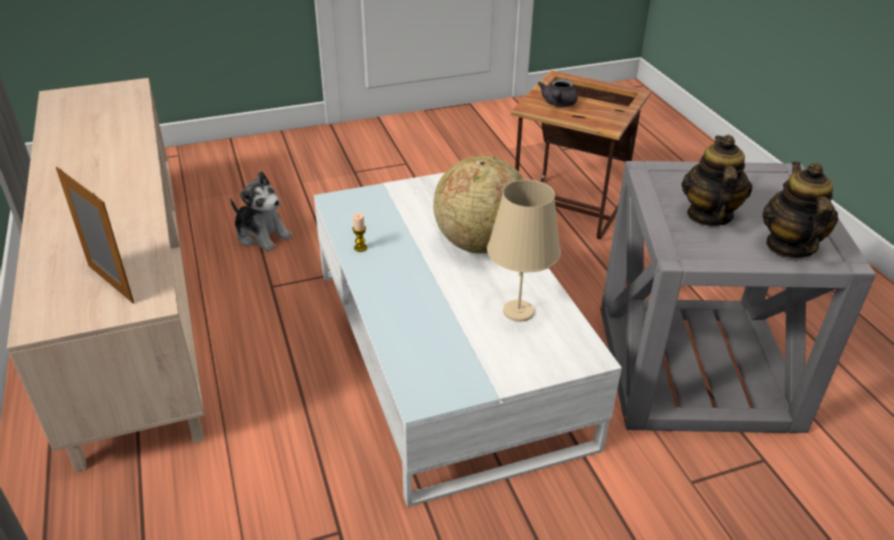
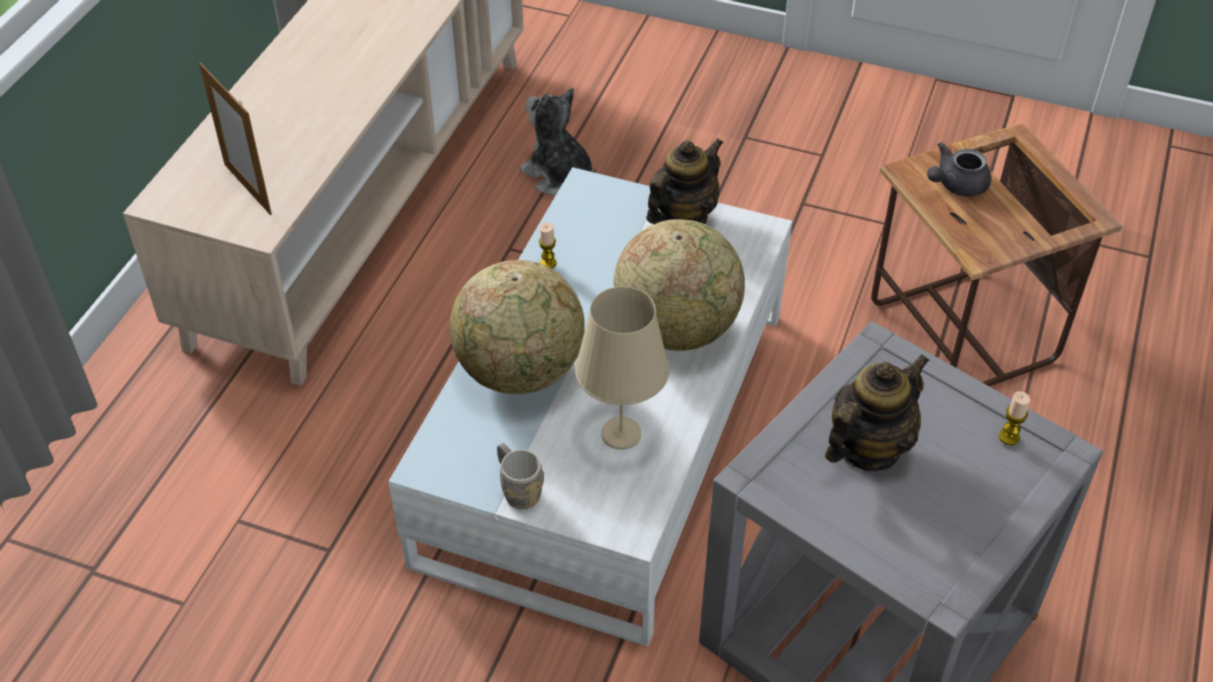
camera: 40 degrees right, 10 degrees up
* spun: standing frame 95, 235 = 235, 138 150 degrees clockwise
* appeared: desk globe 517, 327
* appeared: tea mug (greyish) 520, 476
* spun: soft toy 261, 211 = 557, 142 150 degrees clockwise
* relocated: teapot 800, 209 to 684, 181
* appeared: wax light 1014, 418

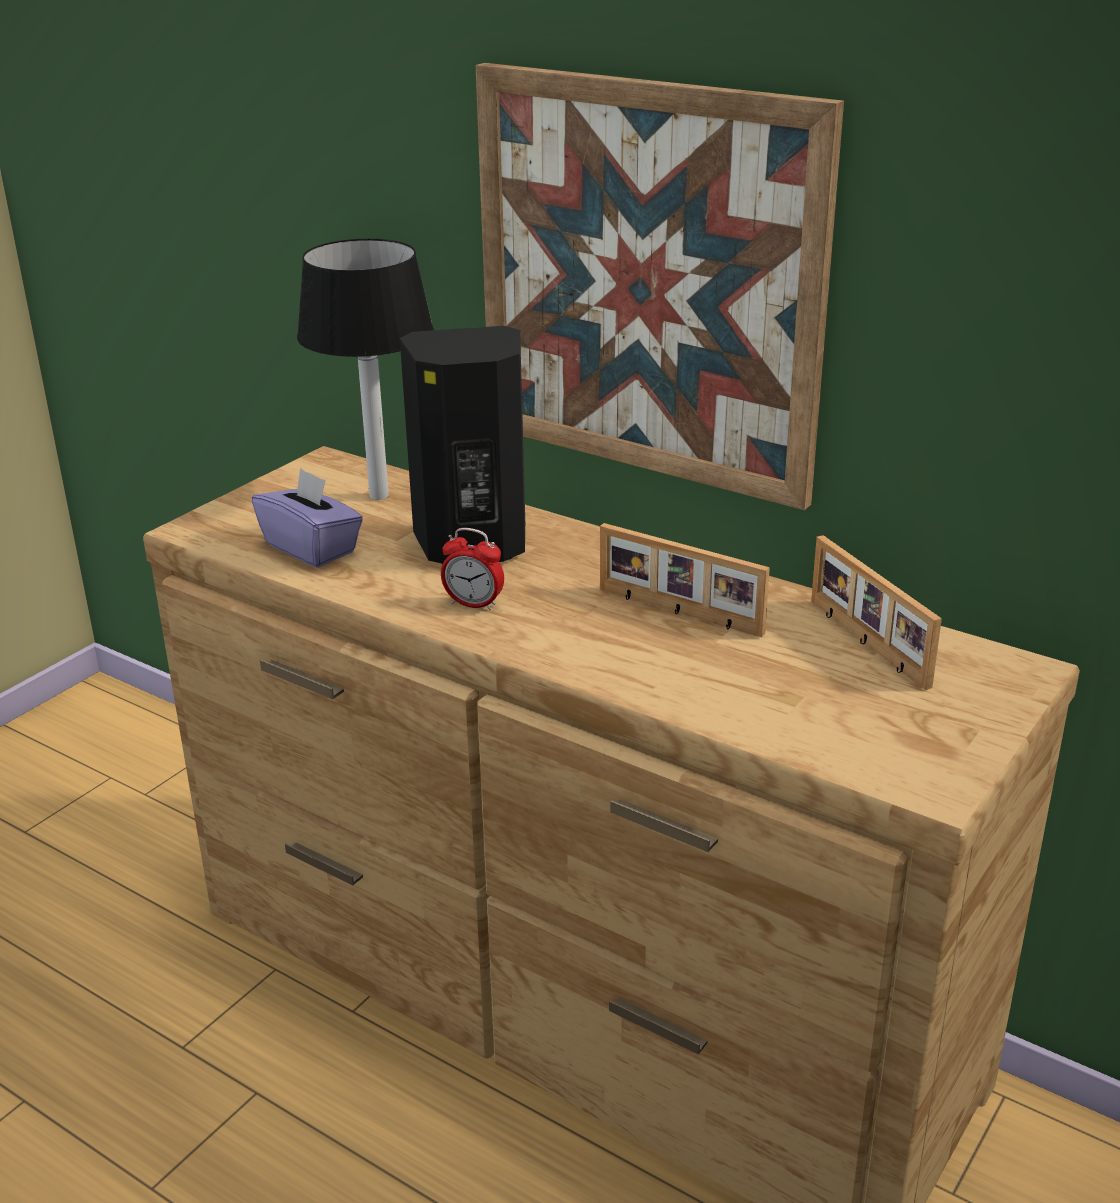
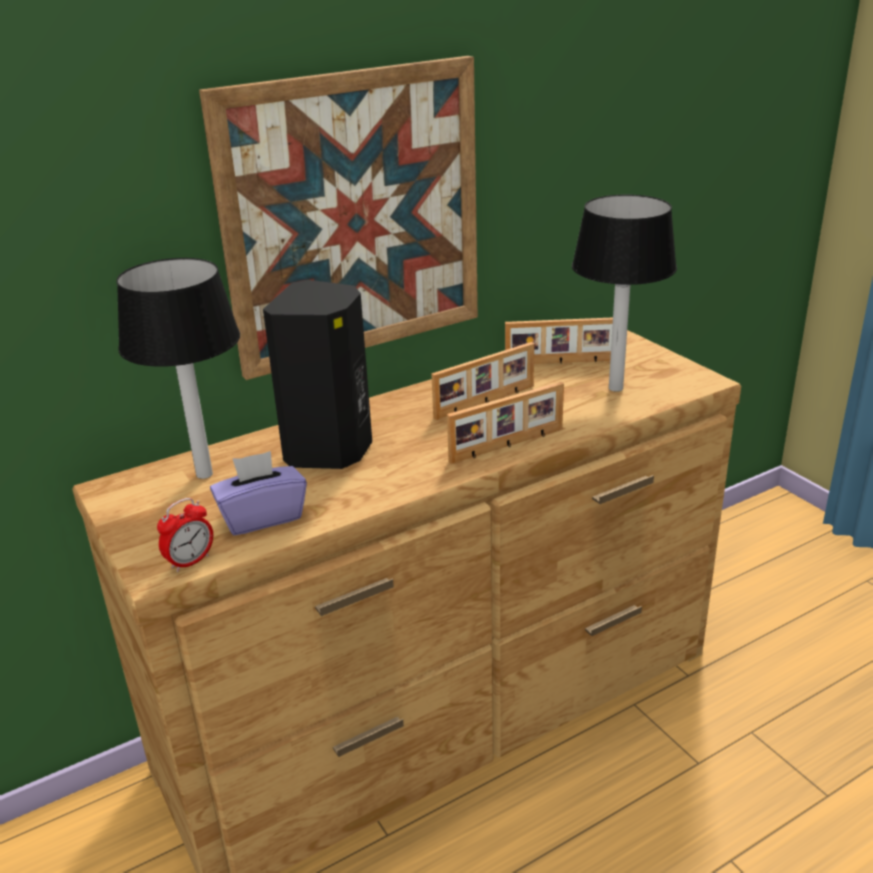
camera: 65 degrees left, 0 degrees up
* relocated: bedside clock 472, 569 to 185, 535
* appeared: standing frame 505, 423
* appeared: lamp for a table 624, 293

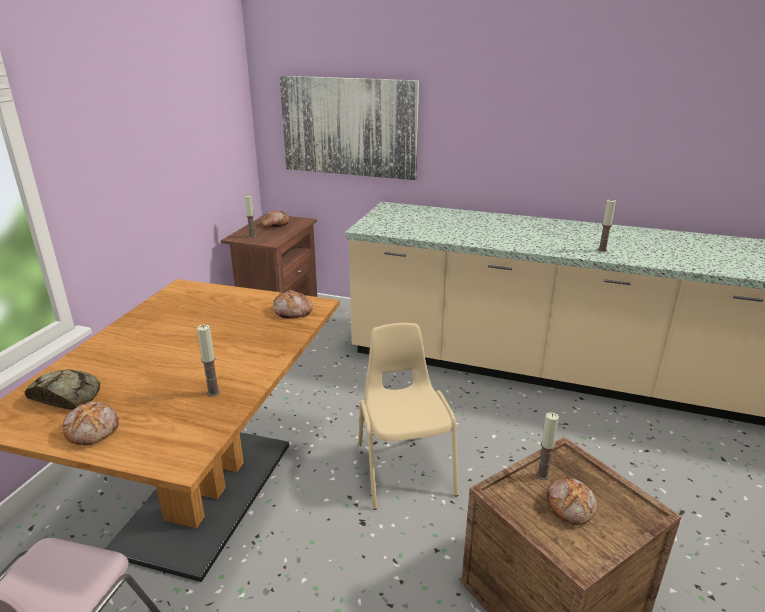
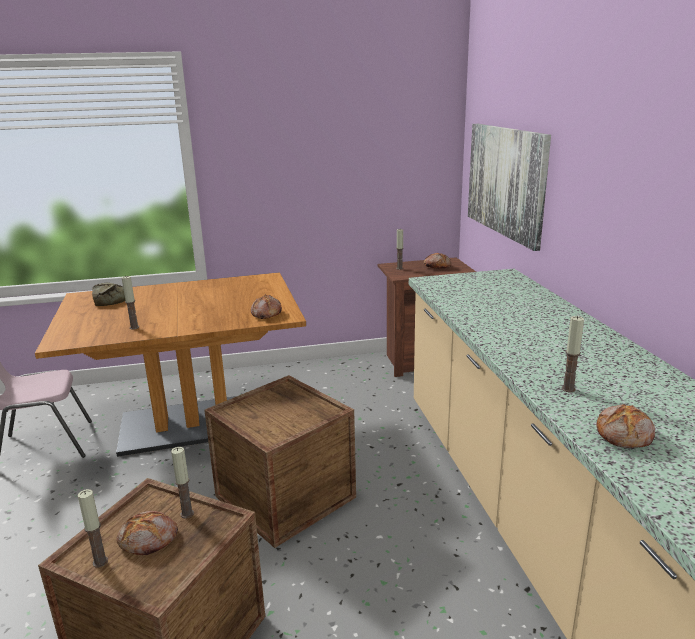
camera: 60 degrees right, 5 degrees down
* appeared: wax light 92, 528
* exchanged: upright chair (sand-coloured) 408, 416 to packing crate 280, 461
* relocated: bread 90, 424 to 625, 426

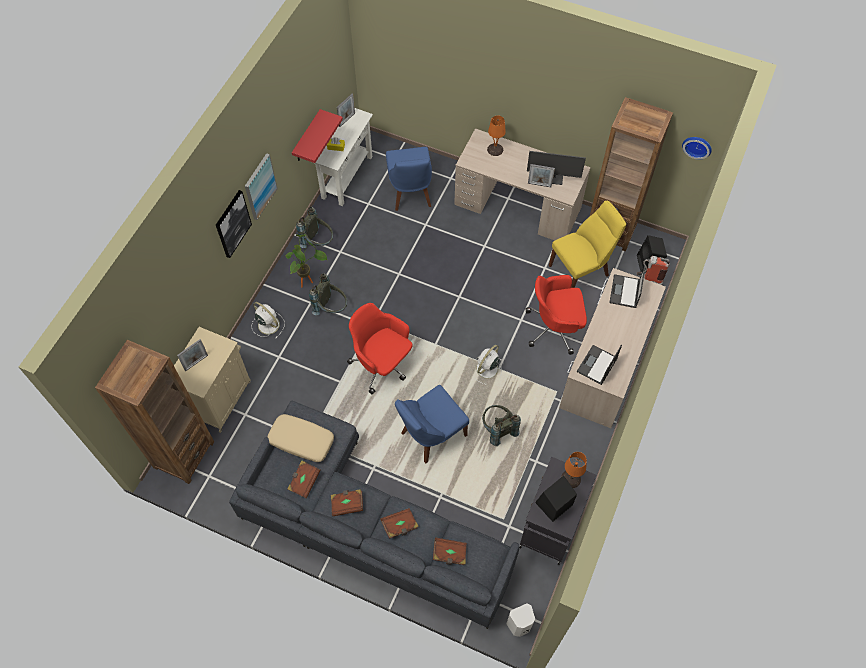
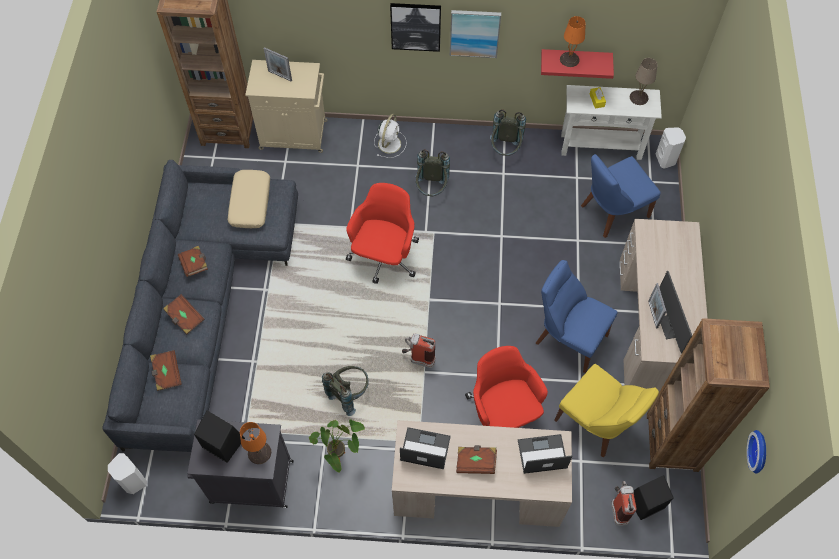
camera: 70 degrees right, 0 degrees up
* relocated: plant in a pot 306, 260 to 337, 446
* exchanged: fan (white-coloured) 489, 364 to extinguisher 419, 351
* relocated: book (brown-coloured) 303, 480 to 476, 459
* relocated: upright chair (blue) 432, 424 to 576, 316
* relocated: lamp for a table (orangey) 496, 135 to 573, 41
* exchanged: standing frame 346, 110 to lamp for a table (sand-coloured) 644, 81
* appeared: speaker (white-coloured) 671, 148

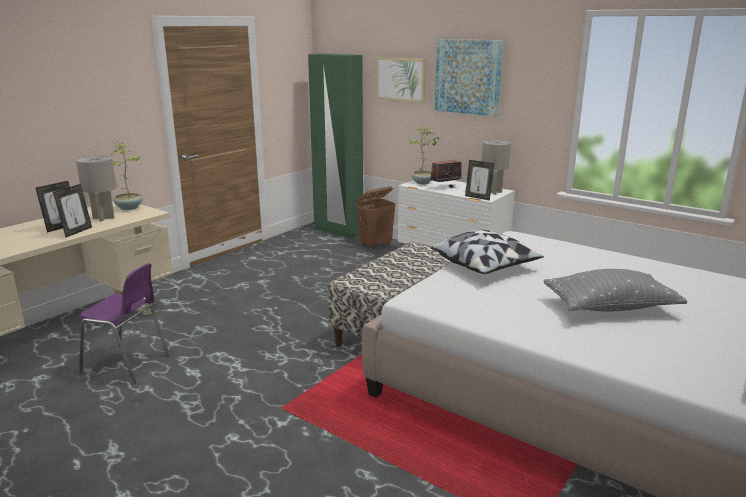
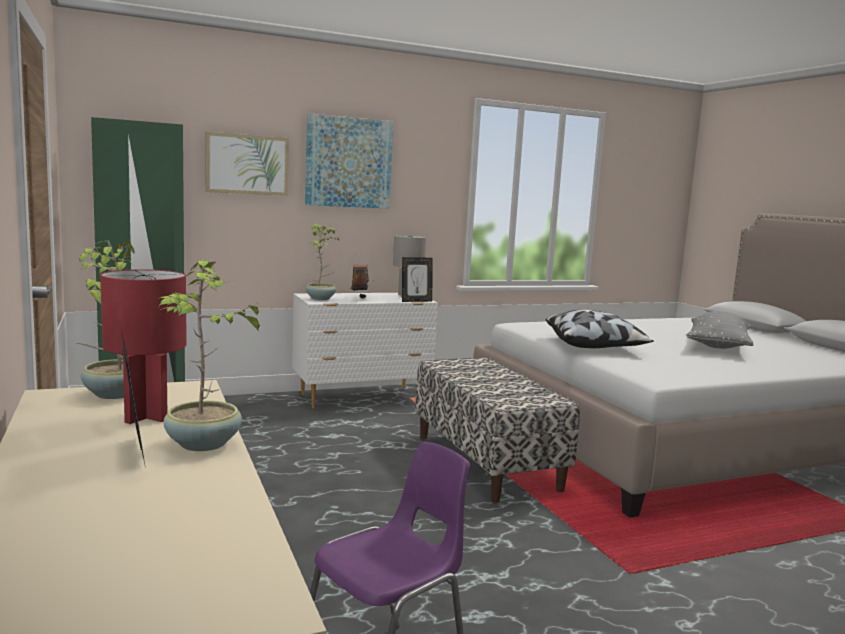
camera: 60 degrees left, 10 degrees down
* colour: lamp for a table (greyish) 96, 188 to lamp for a table (red) 143, 346
* exchanged: standing frame 72, 210 to plant in a pot 214, 355
* missing: washing basket (brown-coloured) 376, 217

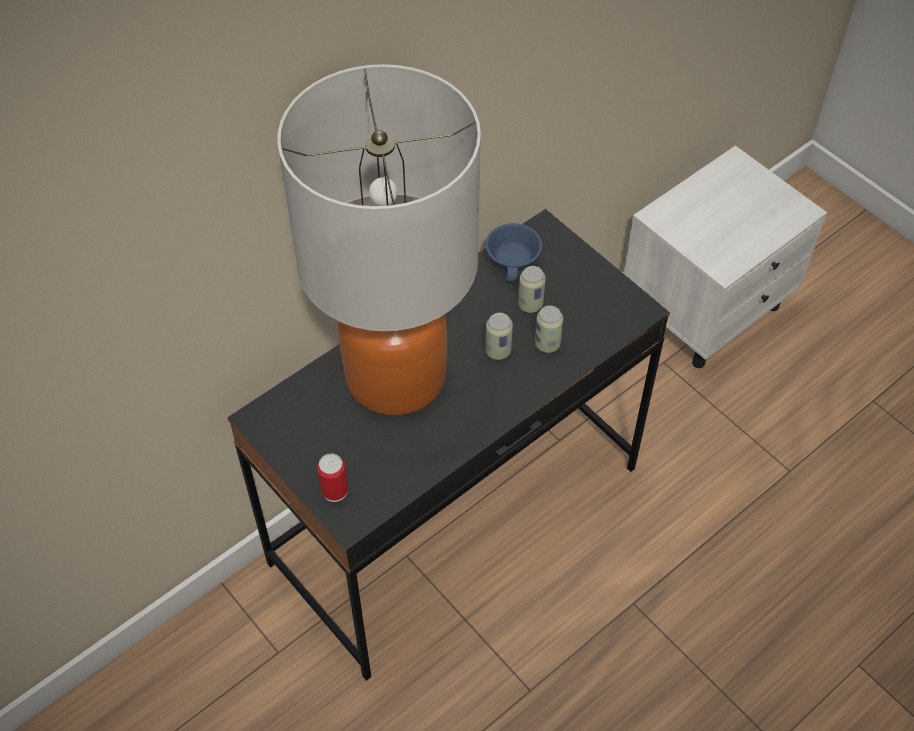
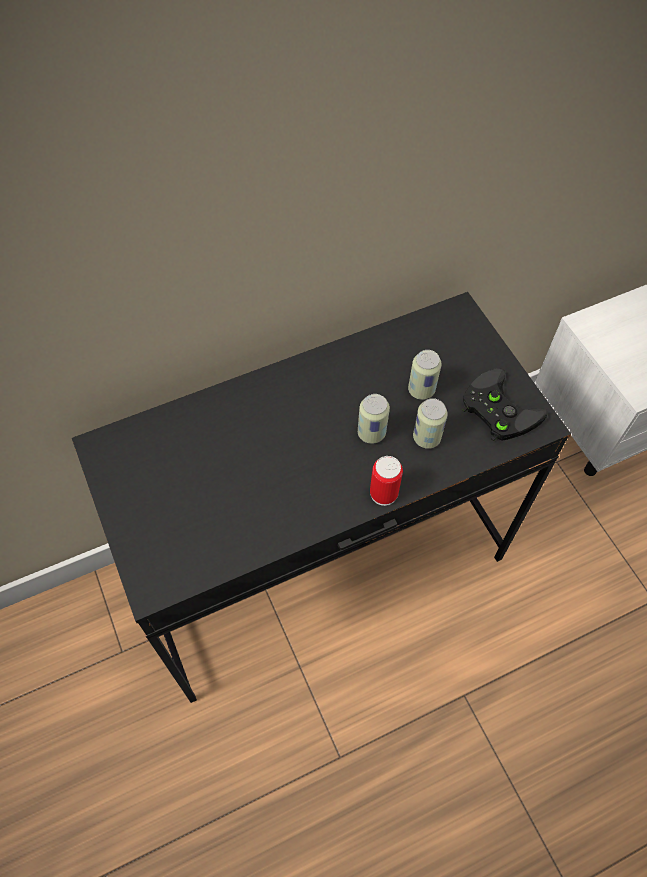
camera: 15 degrees right, 5 degrees up
* relocated: sealed can 332, 478 to 386, 481
* appeared: gamepad (blackish) 505, 404
* missing: lamp for a table 379, 239
* missing: small cup (blue) 513, 252

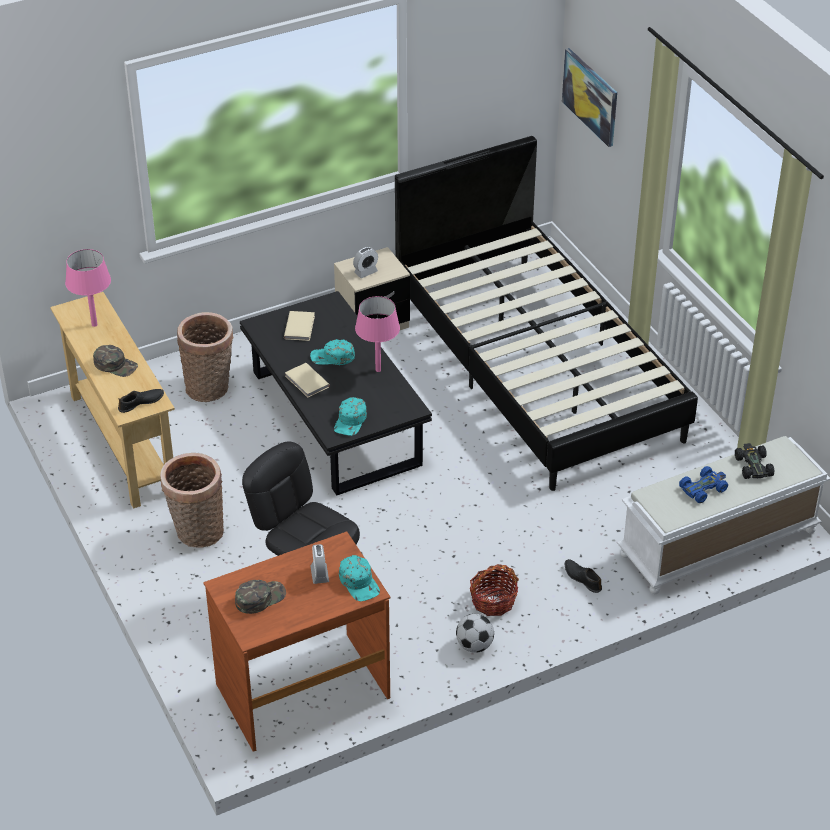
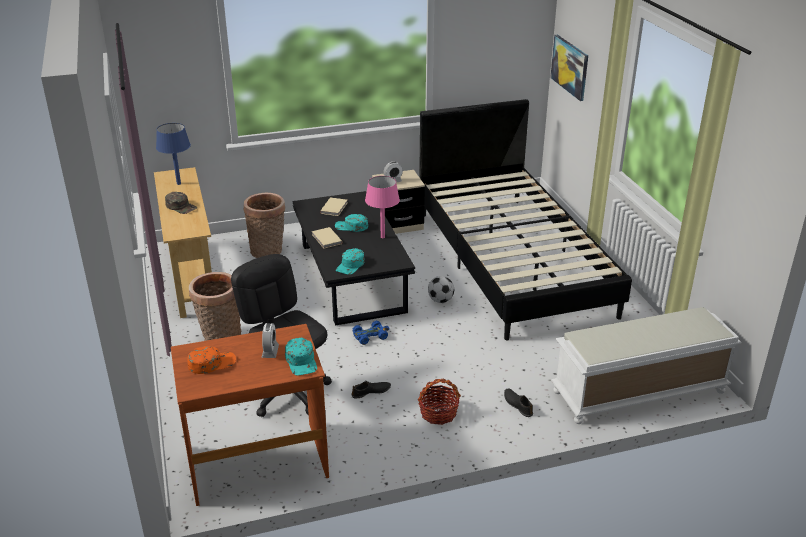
camera: 10 degrees right, 10 degrees down
* colour: lamp for a table (pink-coloured) 88, 288 to lamp for a table (blue) 173, 154
* colour: baseball cap (green) 260, 597 to baseball cap (orangey) 211, 360
* relocated: low shoe (blackish) 141, 401 to 371, 390
* relocated: miniature car (blue) 703, 484 to 371, 333
* relocated: football ball 475, 633 to 441, 289
* missing: miniature car (blackish) 754, 461

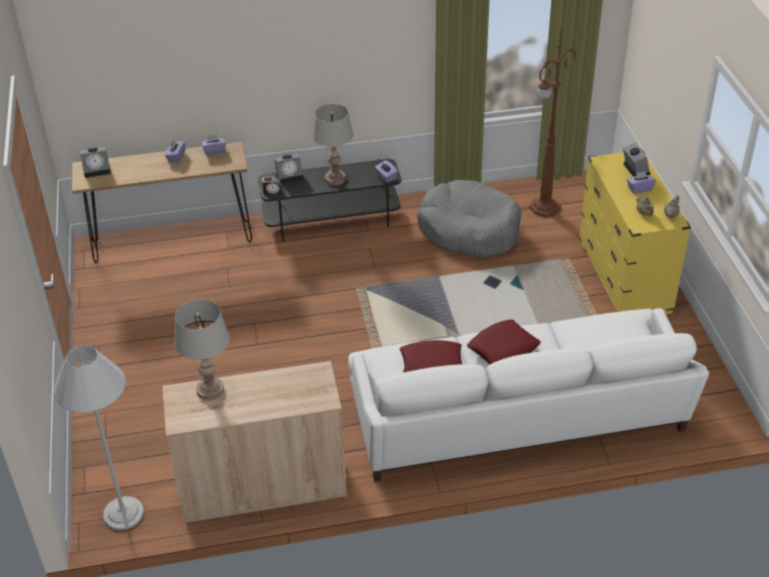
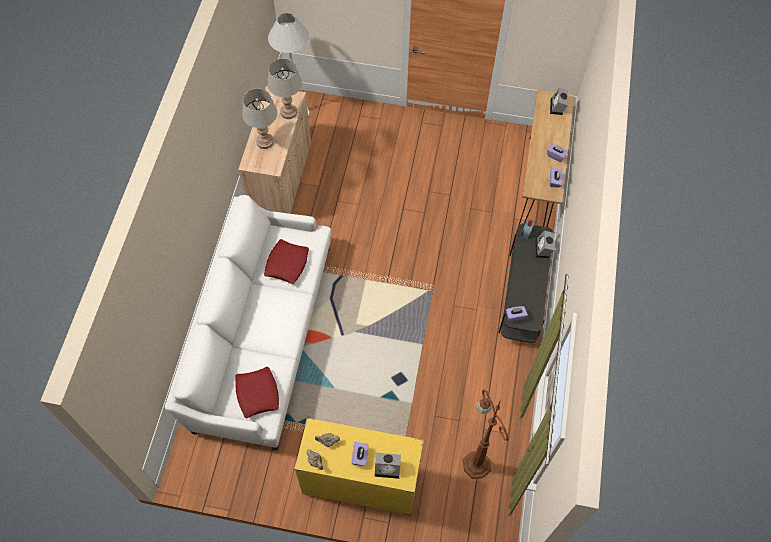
camera: 110 degrees right, 20 degrees up
* relocated: pillow (red) 504, 342 to 257, 392
* relocated: lamp for a table (greyish) 332, 144 to 259, 119
* missing: dog cushion (greyish) 469, 219

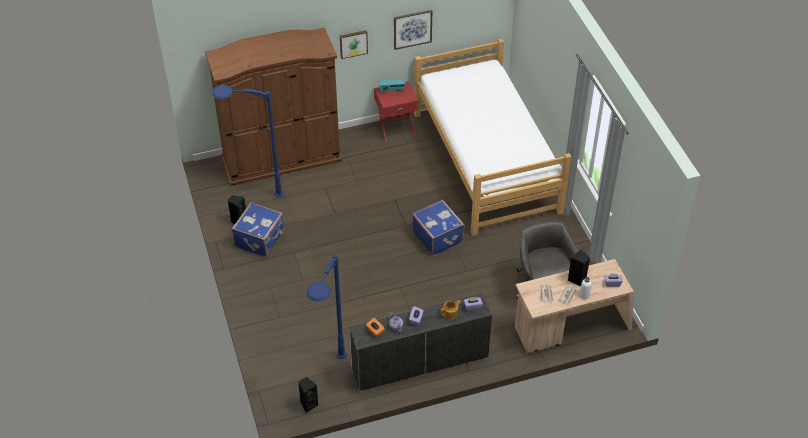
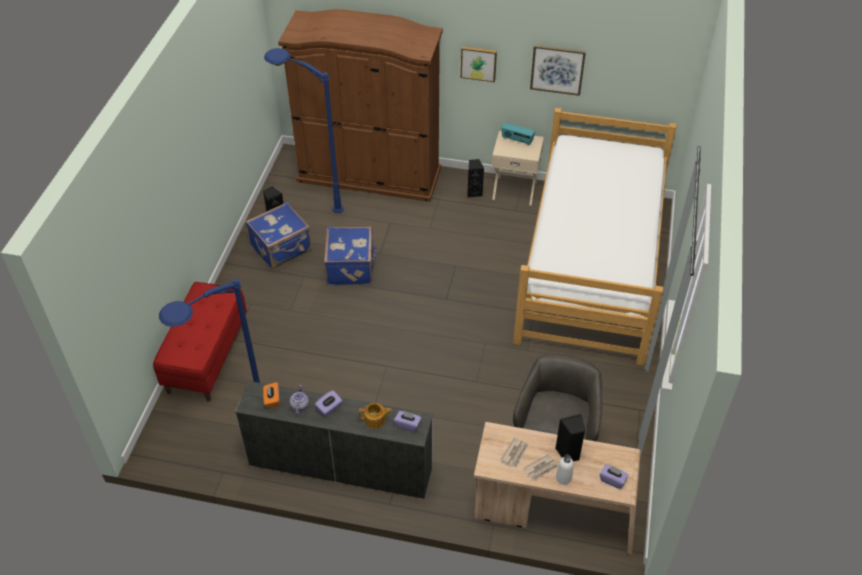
camera: 30 degrees right, 0 degrees up
* appeared: indoor bench (red) 200, 342
* relocated: suitcase (blue) 438, 228 to 350, 256
* relocated: speaker (blackish) 308, 395 to 475, 178
* colour: night table (red) 396, 111 to night table (sand-coloured) 518, 168

